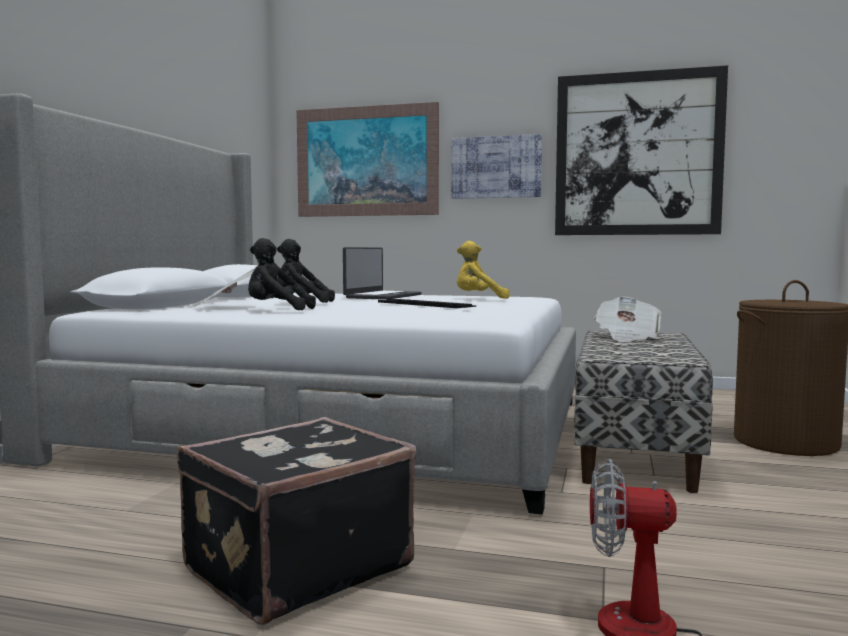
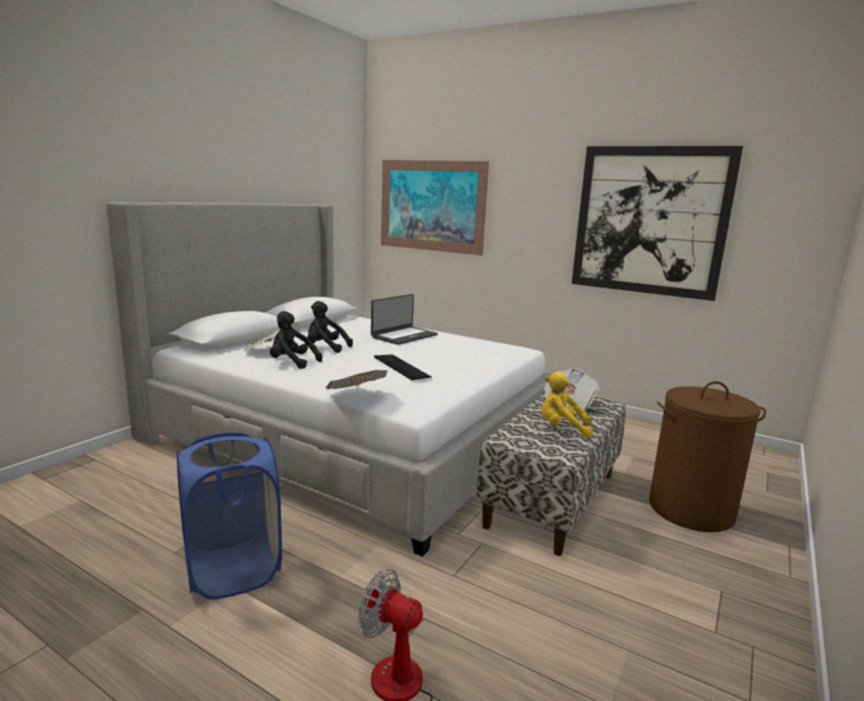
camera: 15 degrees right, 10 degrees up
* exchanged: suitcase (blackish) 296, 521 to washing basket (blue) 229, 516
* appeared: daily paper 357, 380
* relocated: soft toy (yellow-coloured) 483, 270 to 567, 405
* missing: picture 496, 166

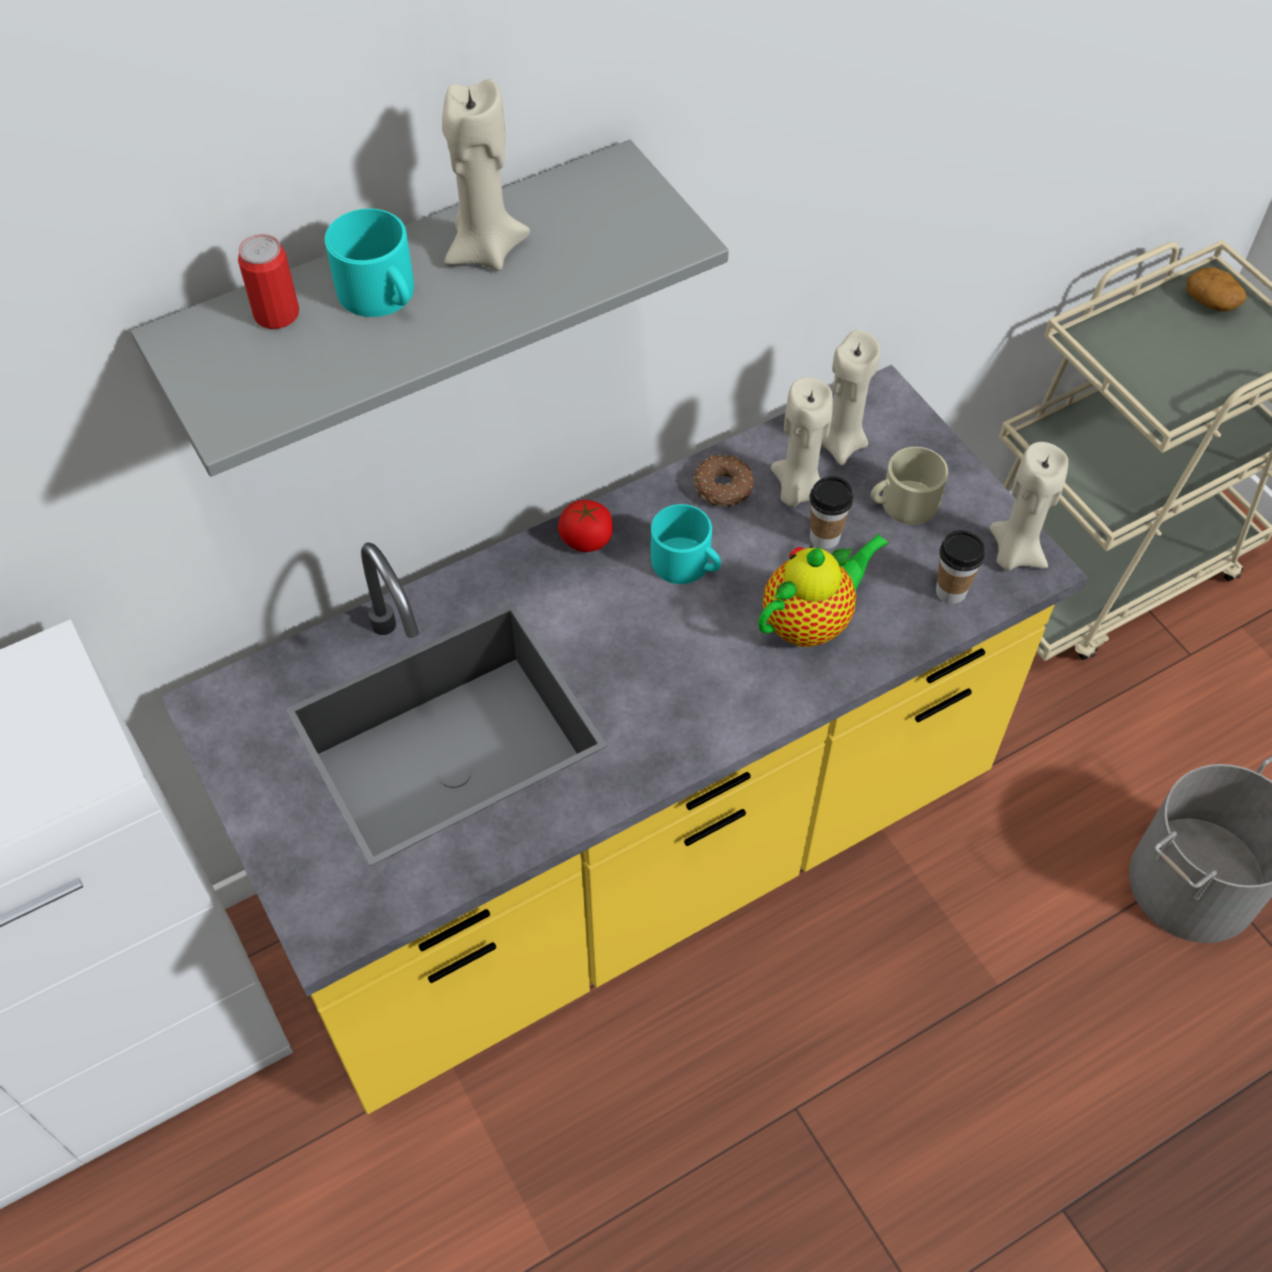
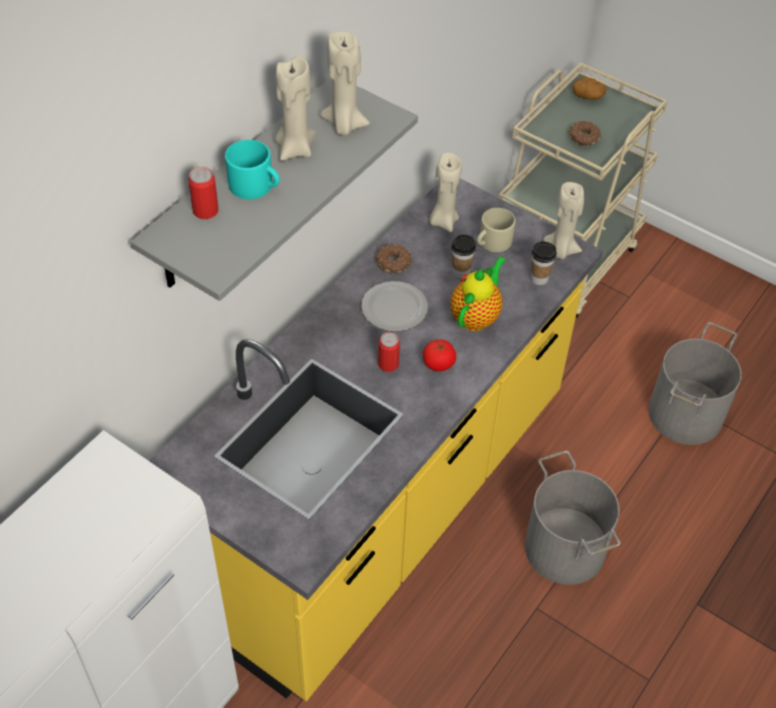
camera: 25 degrees left, 5 degrees down
* relocated: wax light (sand-coloured) 802, 442 to 345, 83
* exchanged: tea mug (turquoise-coloured) 686, 544 to flat dish 395, 306
* appeared: sealed can 389, 352
* relocated: fresh tomato 585, 526 to 439, 355
* appeared: bucket (greyish) 572, 518
* appeared: doughnut 585, 133

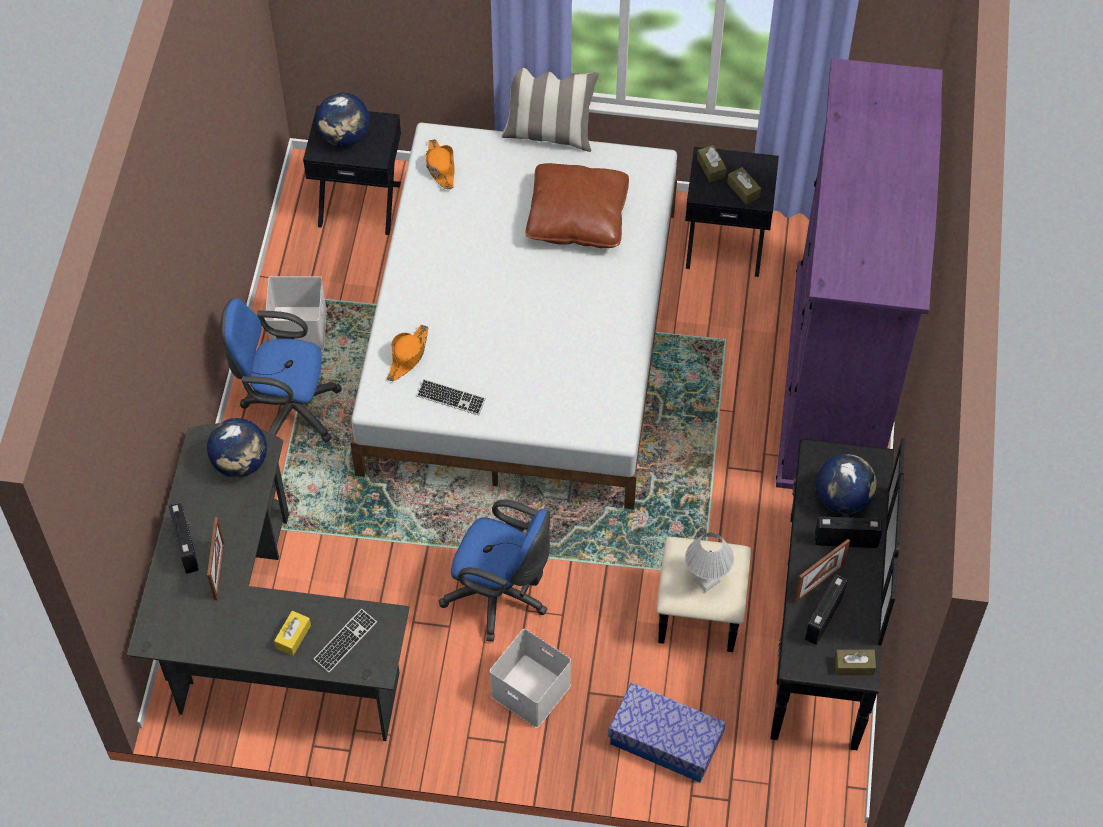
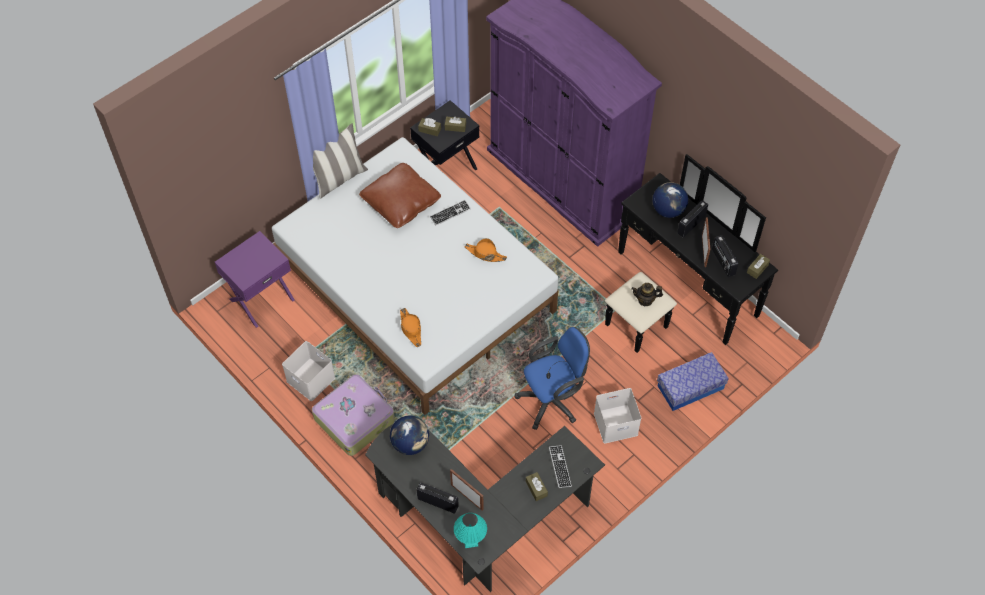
camera: 50 degrees left, 0 degrees up
* colour: night table (blackish) 352, 170 to night table (purplish) 255, 279
* exchanged: desk chair (blue) 281, 370 to suitcase 353, 415
* relocated: keyboard 451, 397 to 450, 213
* appeared: lamp for a table (turquoise-coloured) 470, 530
* relocated: hat (orangey) 440, 164 to 486, 250
* colour: tissue holder (yellow-coloured) 292, 633 to tissue holder (brown-coloured) 537, 486
* exchanged: lamp for a table (white-coloured) 709, 562 to teapot 647, 294
* missing: desk globe 343, 120

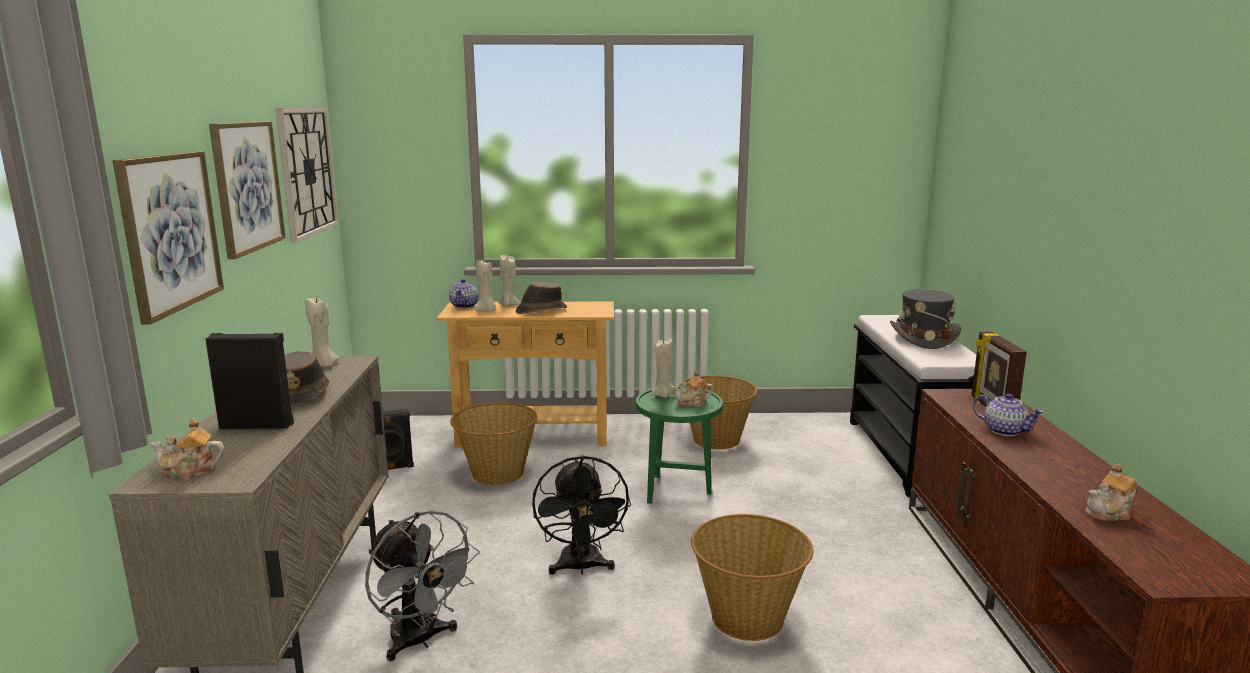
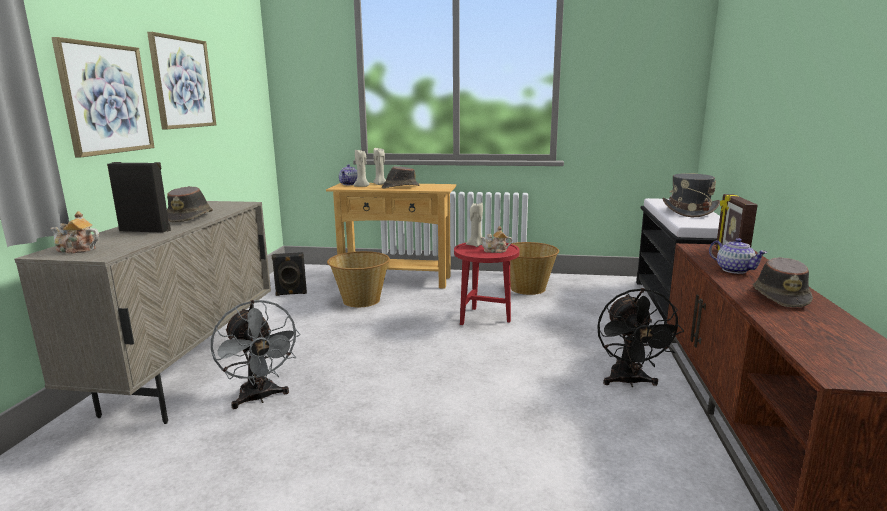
camera: 10 degrees right, 0 degrees up
* colour: end table (green) 679, 445 to end table (red) 487, 283
* relocated: fan (blackish) 581, 515 to 640, 337
* appeared: hat (brown-coloured) 783, 282
* missing: hanging clock 307, 175
* missing: wax light (sand-coloured) 322, 332
* missing: storage basket 752, 577
* missing: teapot 1111, 492

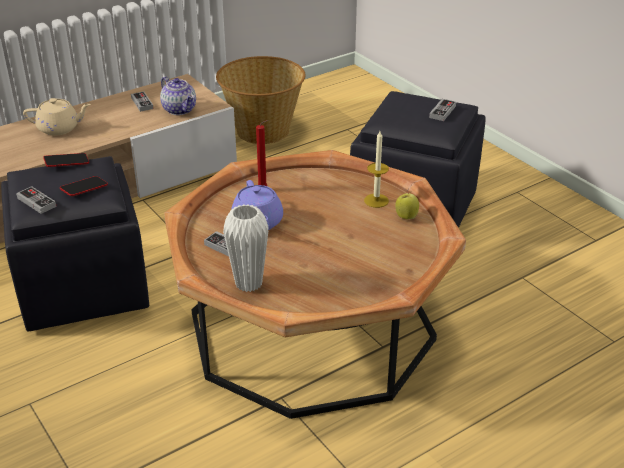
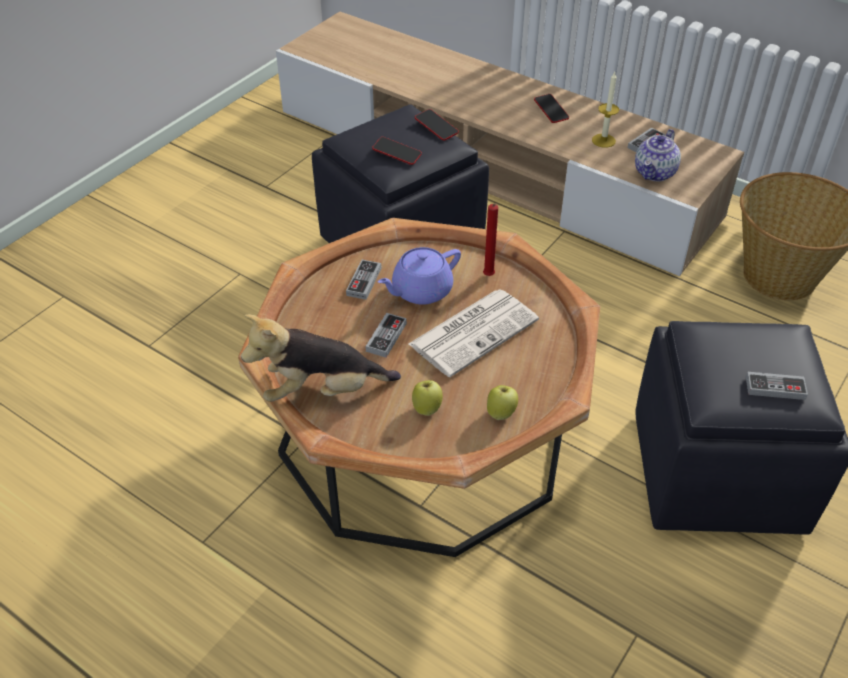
camera: 70 degrees right, 10 degrees up
* appeared: soft toy 321, 358
* relocated: gamepad 36, 200 to 386, 335
* appeared: daily paper 474, 333
* appeared: apple 427, 398
* exchanged: teapot (sand-coloured) 57, 116 to handset 551, 108
* relocated: wax light 376, 169 to 605, 110
* missing: decorative vase (white-coloured) 246, 248

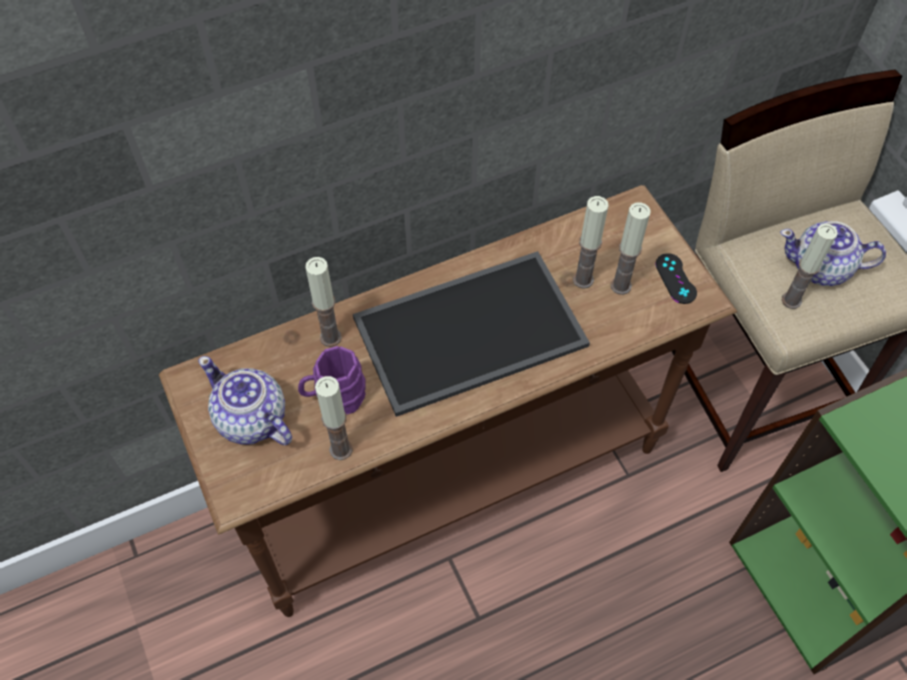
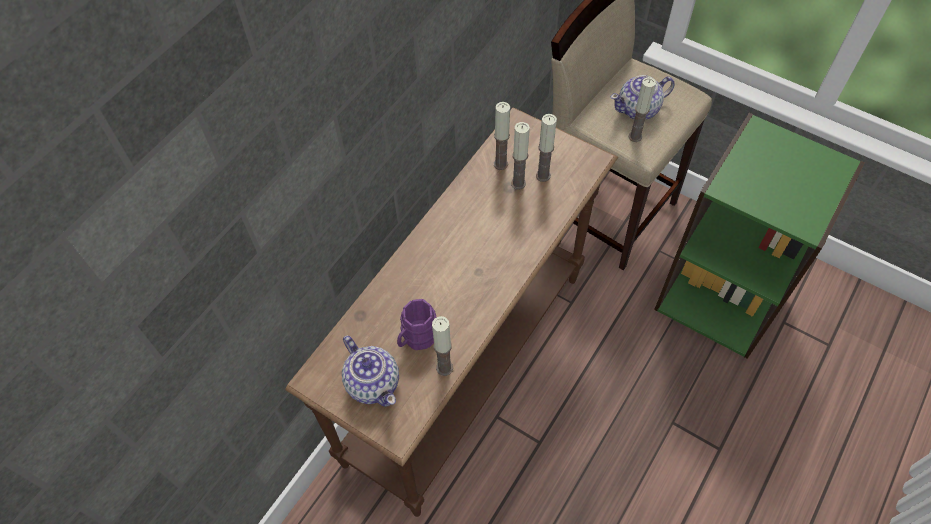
camera: 30 degrees left, 0 degrees up
* spun: teapot 245, 400 = 370, 371 135 degrees counterclockwise
* relocated: wax light 323, 302 to 502, 136
* missing: carrying tray 471, 334
* missing: gamepad (blackish) 676, 278

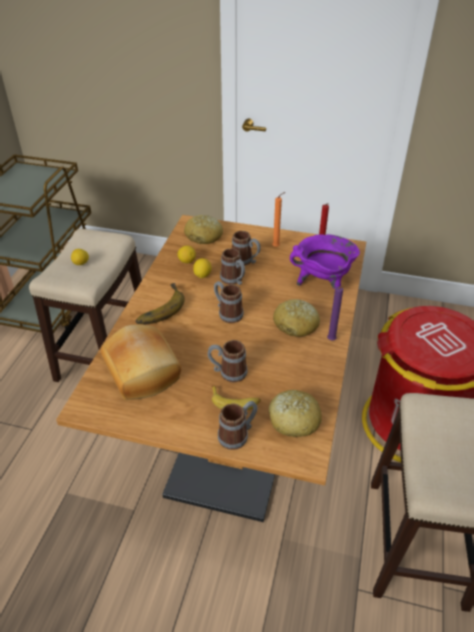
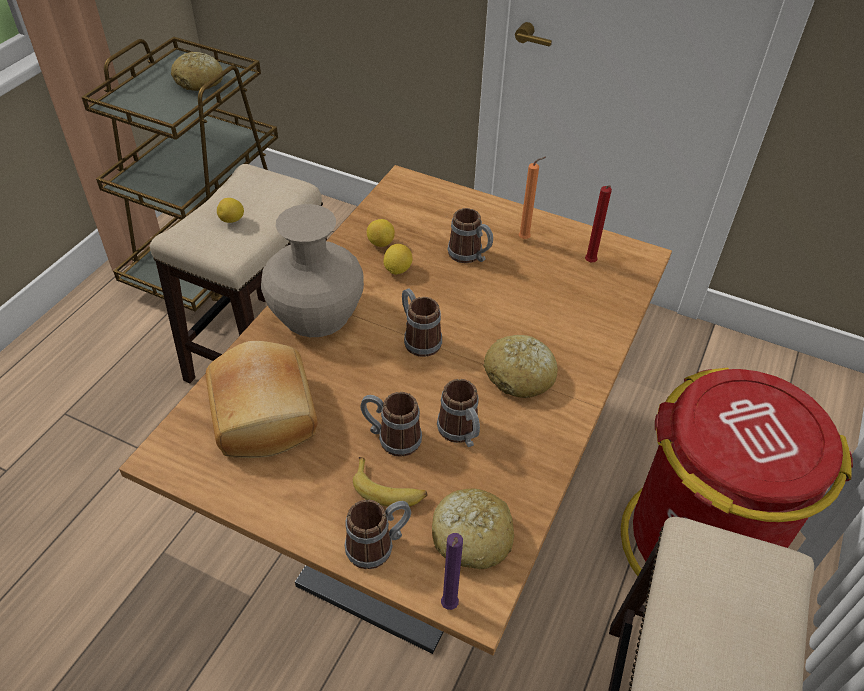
camera: 10 degrees right, 5 degrees up
* relocated: bread 203, 229 to 197, 71
* exchanged: whole banana 160, 303 to decorative vase (sand-coloured) 312, 270
* relocated: tea mug 232, 266 to 458, 413
* relocated: wax light (purplish) 335, 313 to 452, 571
* missing: saucepot (purplish) 325, 261

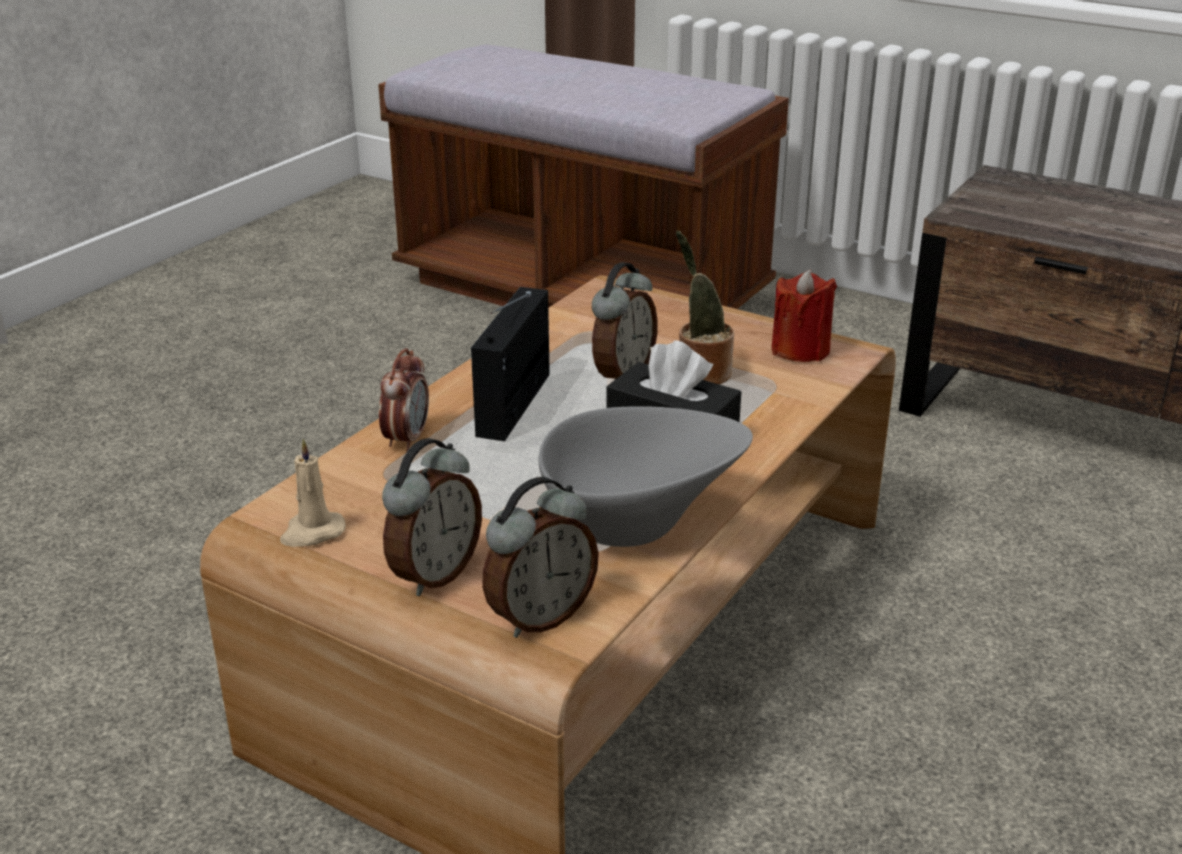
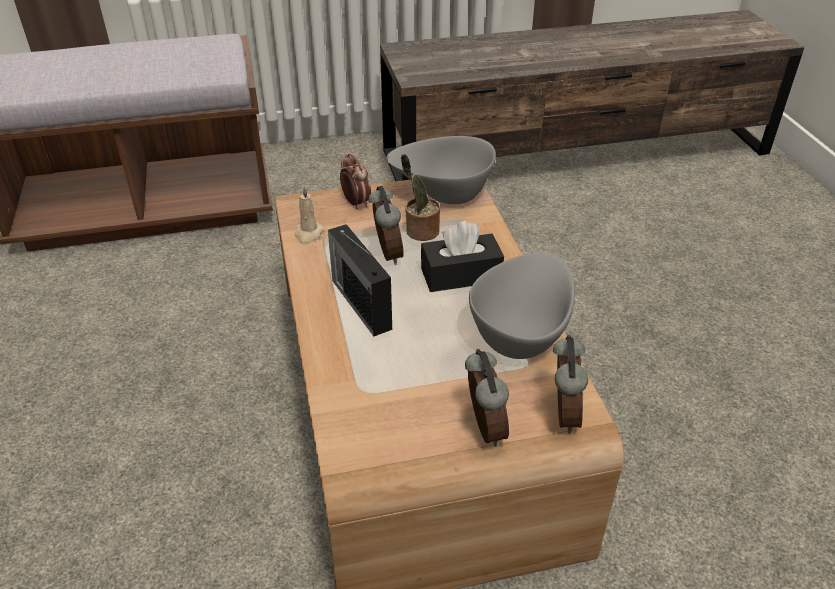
camera: 45 degrees left, 10 degrees up
* relocated: wax light (sand-coloured) 313, 493 to 310, 215
* relocated: bedside clock 404, 399 to 355, 181
* exchanged: wax light (red) 804, 316 to deep dish (greyish) 441, 170

